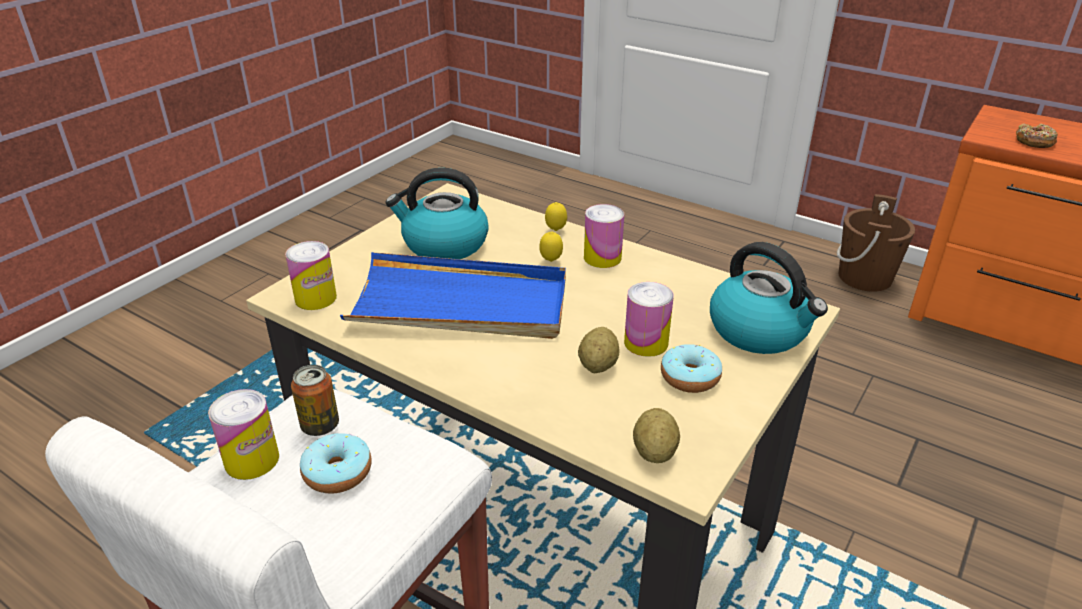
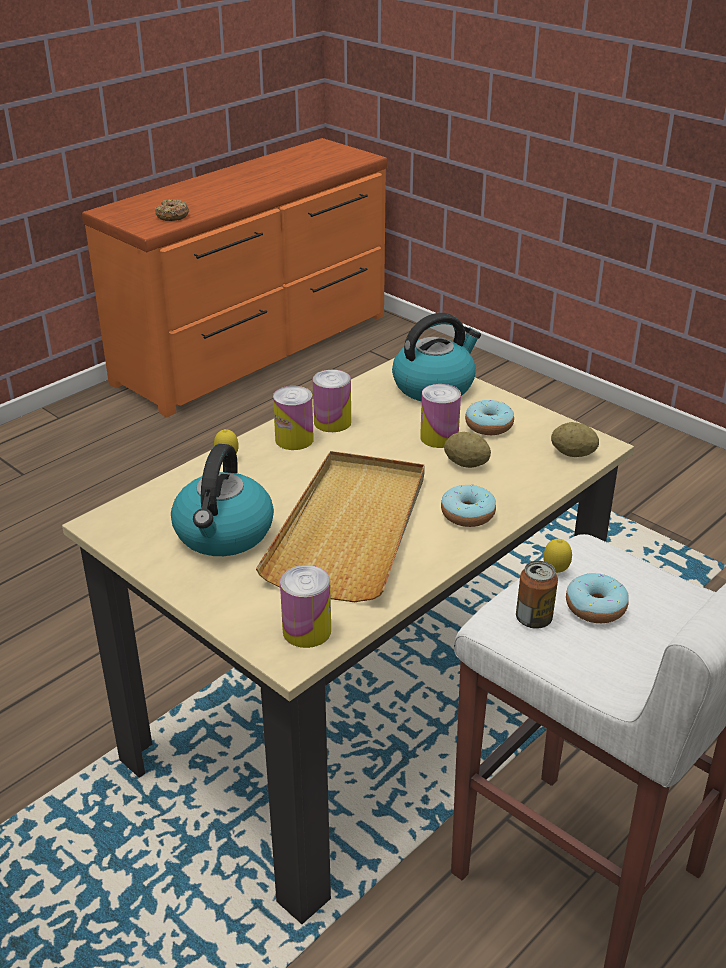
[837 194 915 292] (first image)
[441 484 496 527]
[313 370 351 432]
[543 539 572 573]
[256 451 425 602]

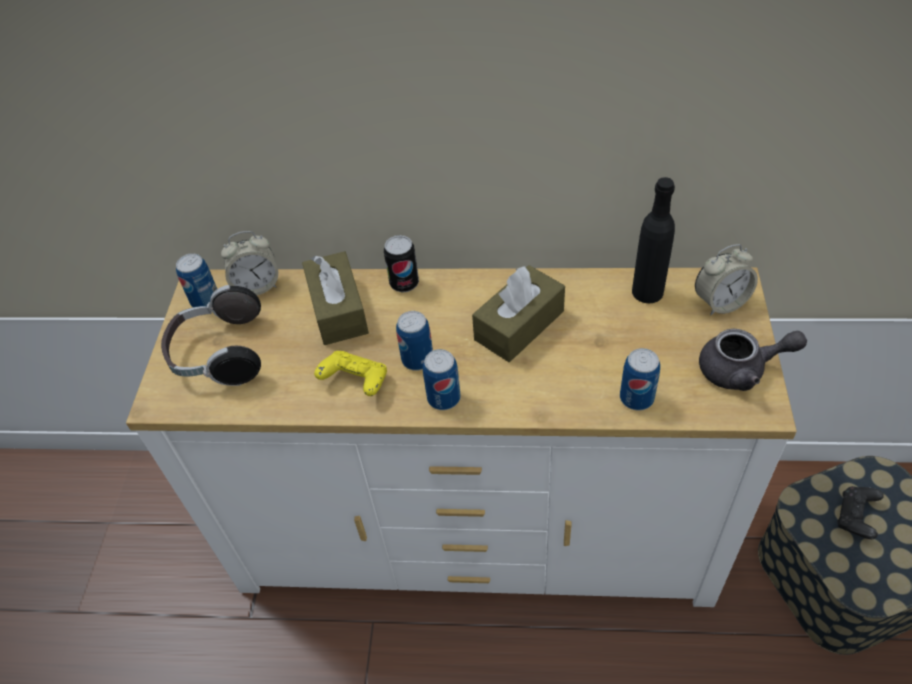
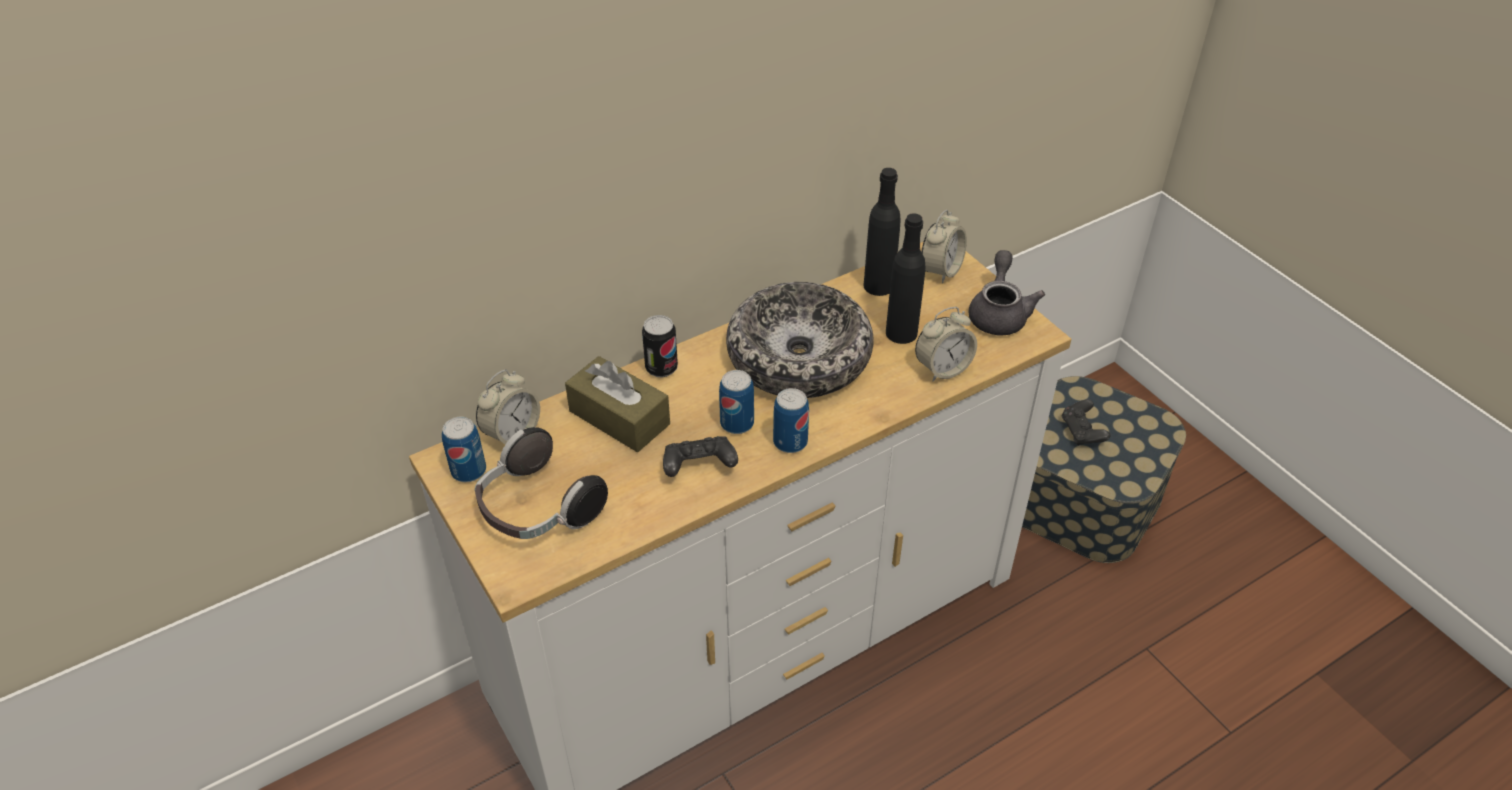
[886 213 925 344]
[726 282 874 398]
[915 307 977 381]
[663 436 738 477]
[969 250 1045 335]

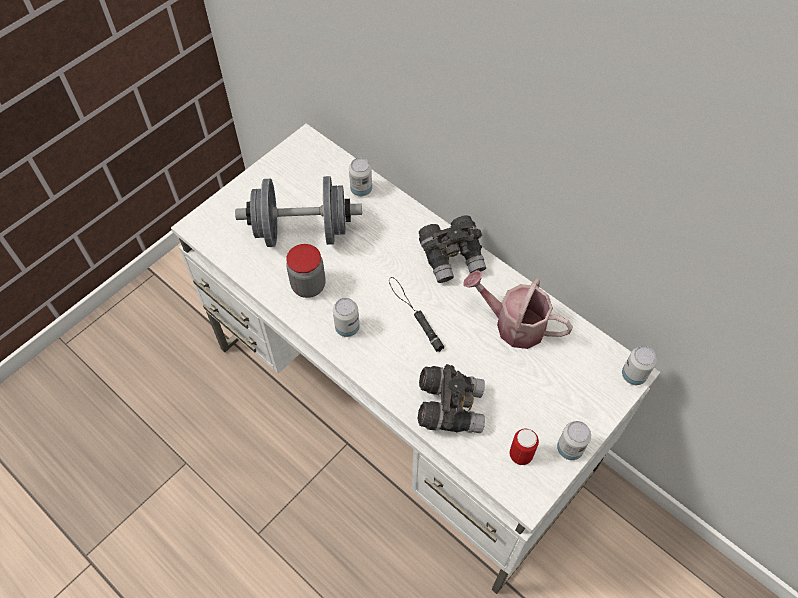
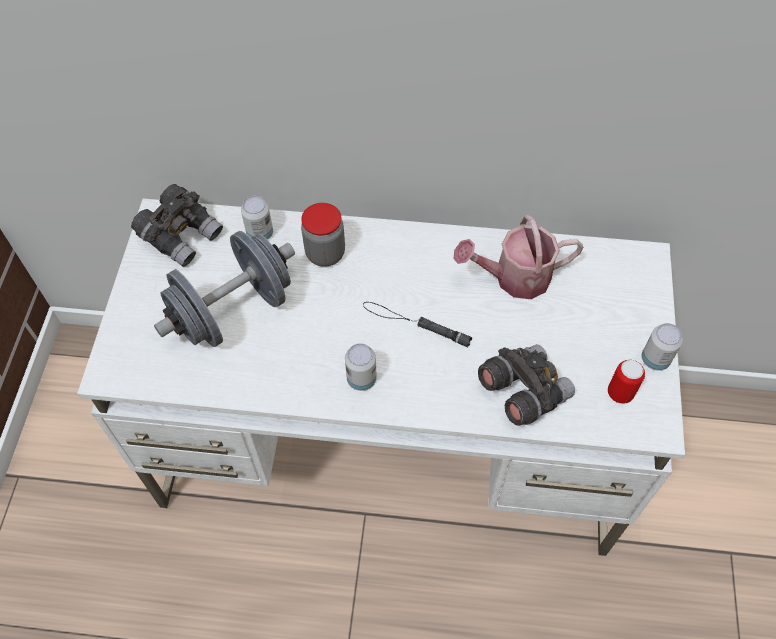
[622 346 657 385] (first image)
[301 203 345 267]
[131 184 223 267]

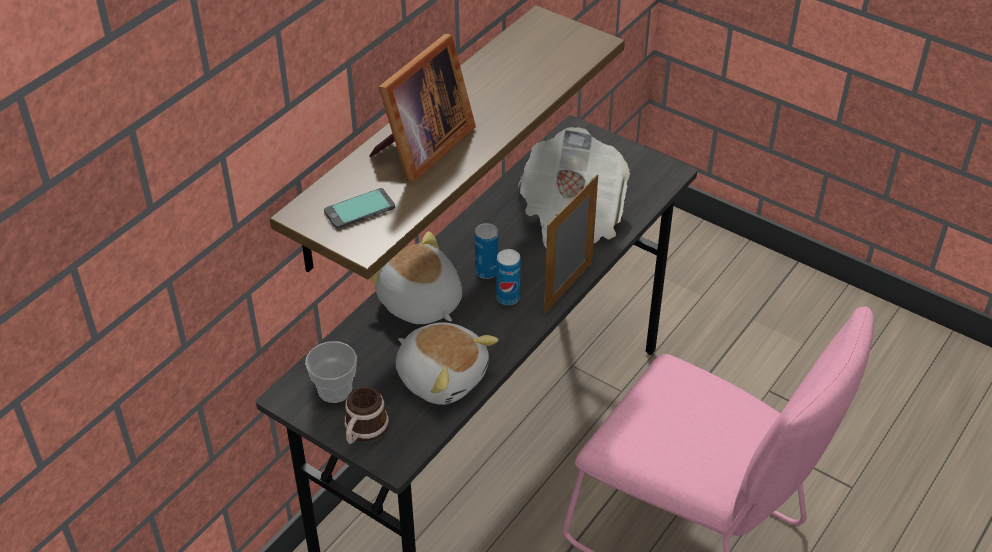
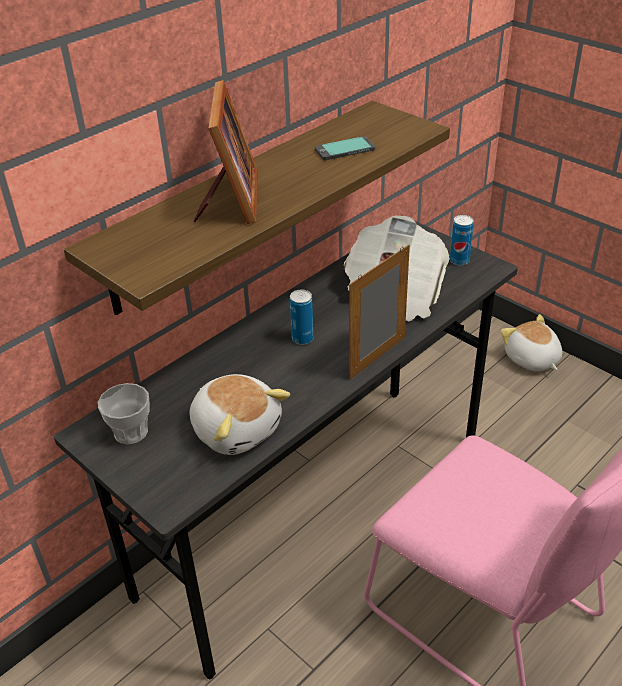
[344 387 389 444] (first image)
[315 136 375 160]
[501 314 562 371]
[450 215 474 266]
[194 80 258 224]

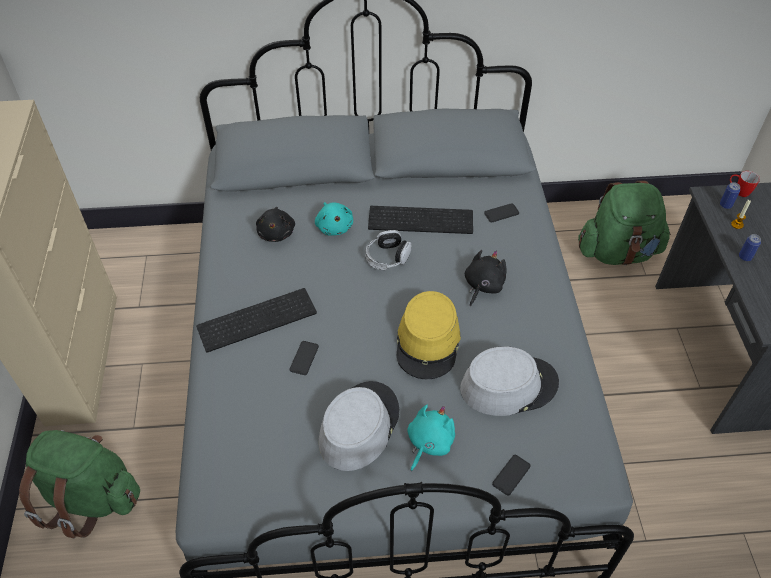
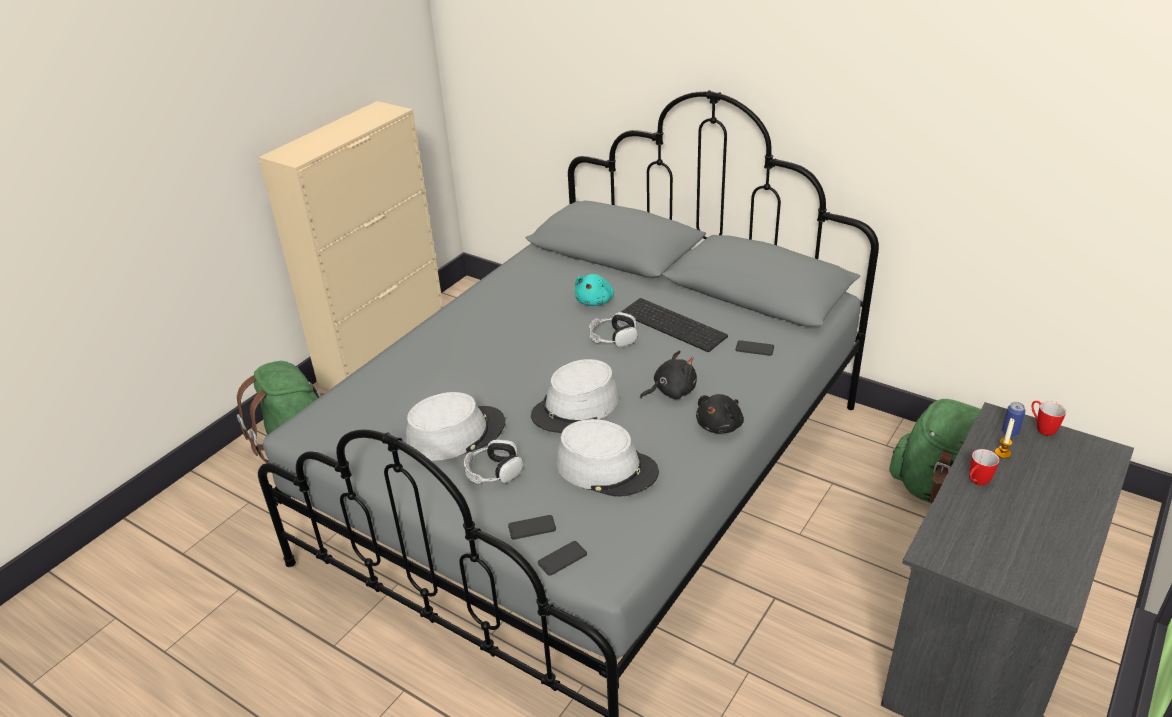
[196 288 317 353] (first image)
[696 394 744 434]
[538 541 587 576]
[464 439 523 484]
[969 449 1000 486]
[531 359 619 433]

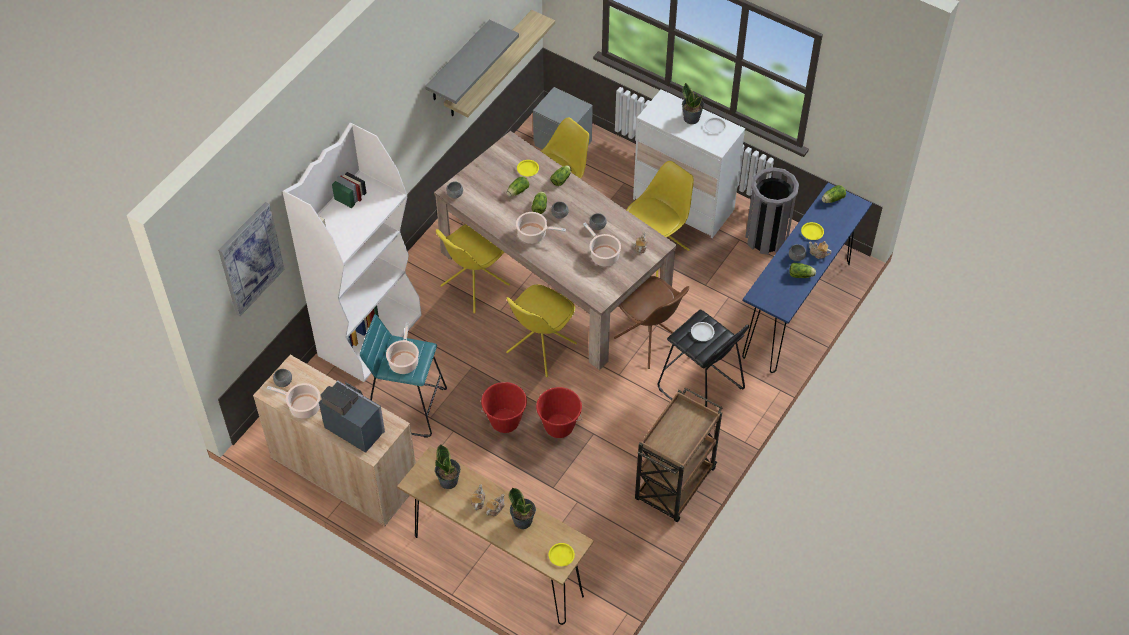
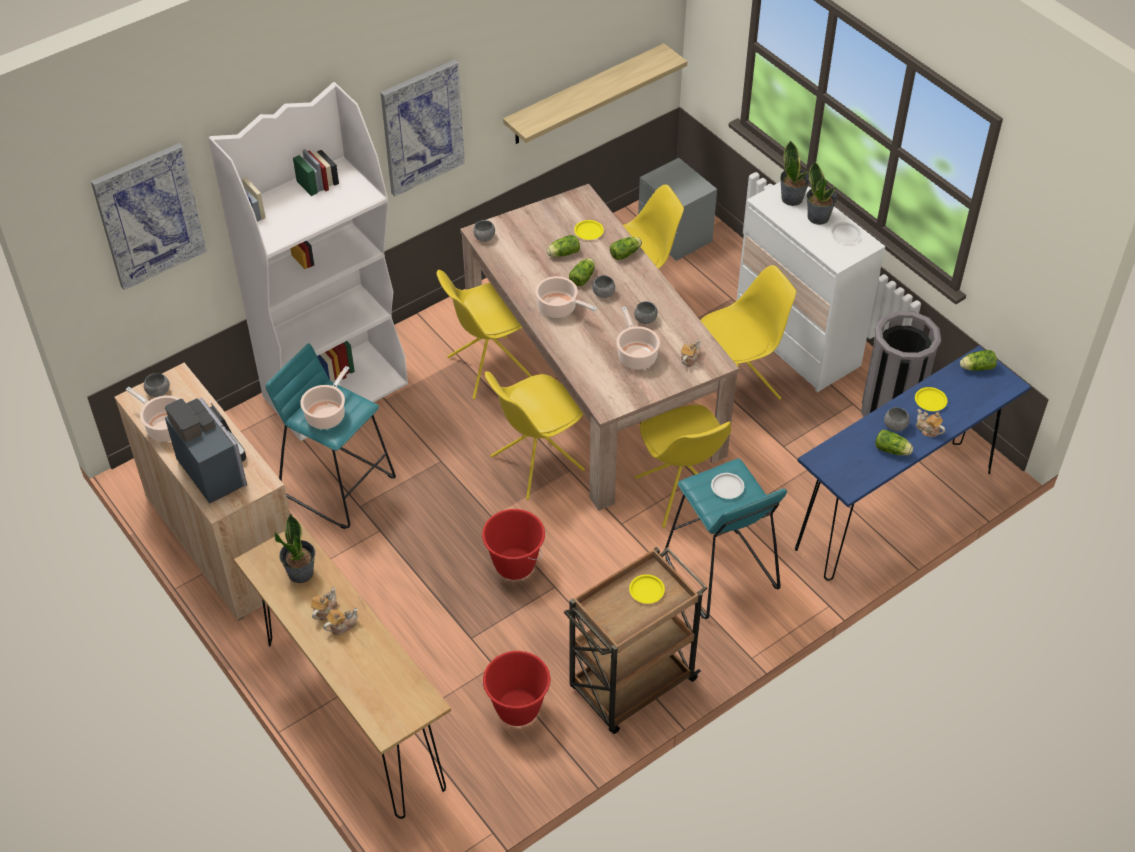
[425 19 519 104] (first image)
[380 59 465 197]
[481 651 551 726]
[780 140 810 206]
[629 574 665 604]
[635 405 731 528]
[665 459 787 619]

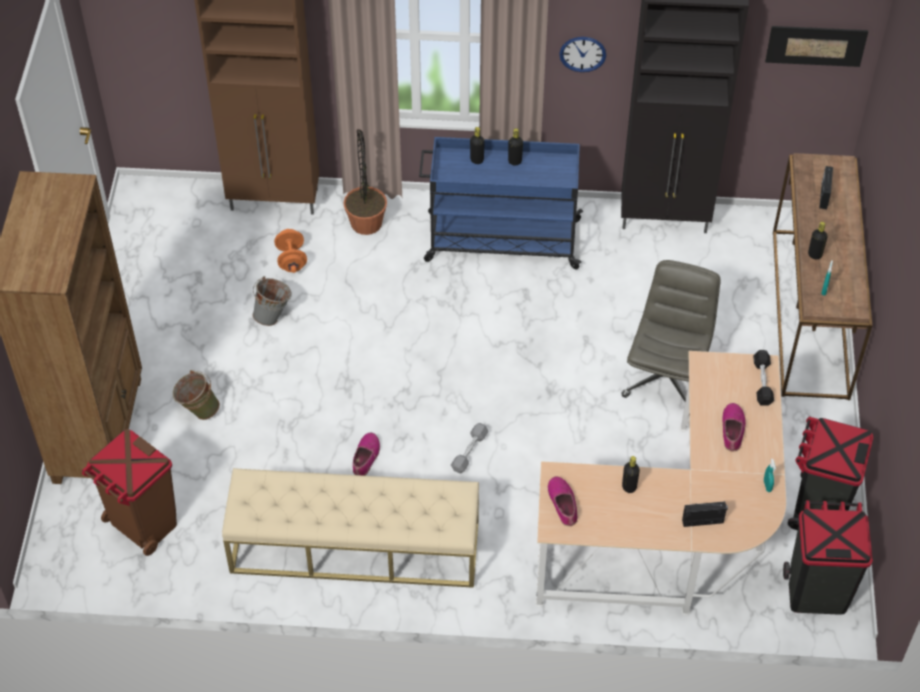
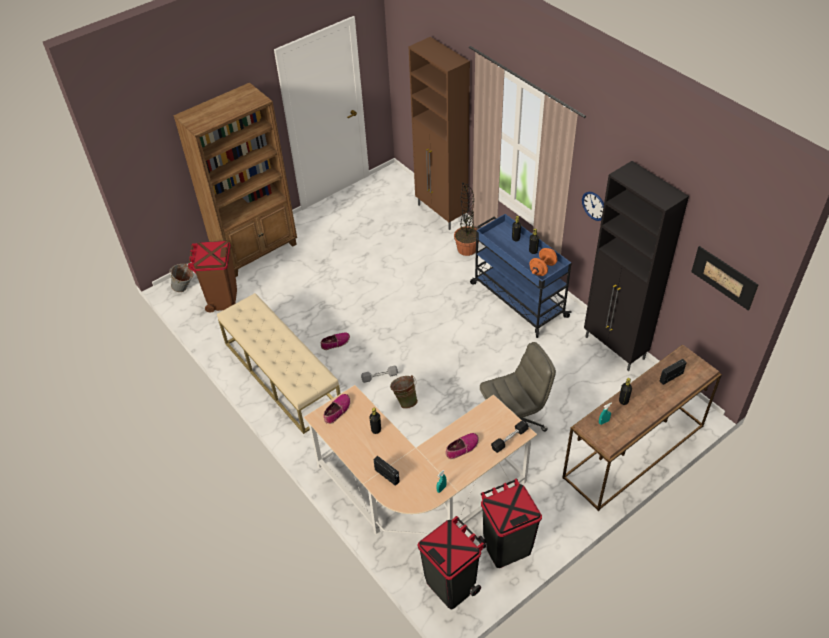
[390 375 418 409]
[169 264 194 292]
[529 248 558 276]

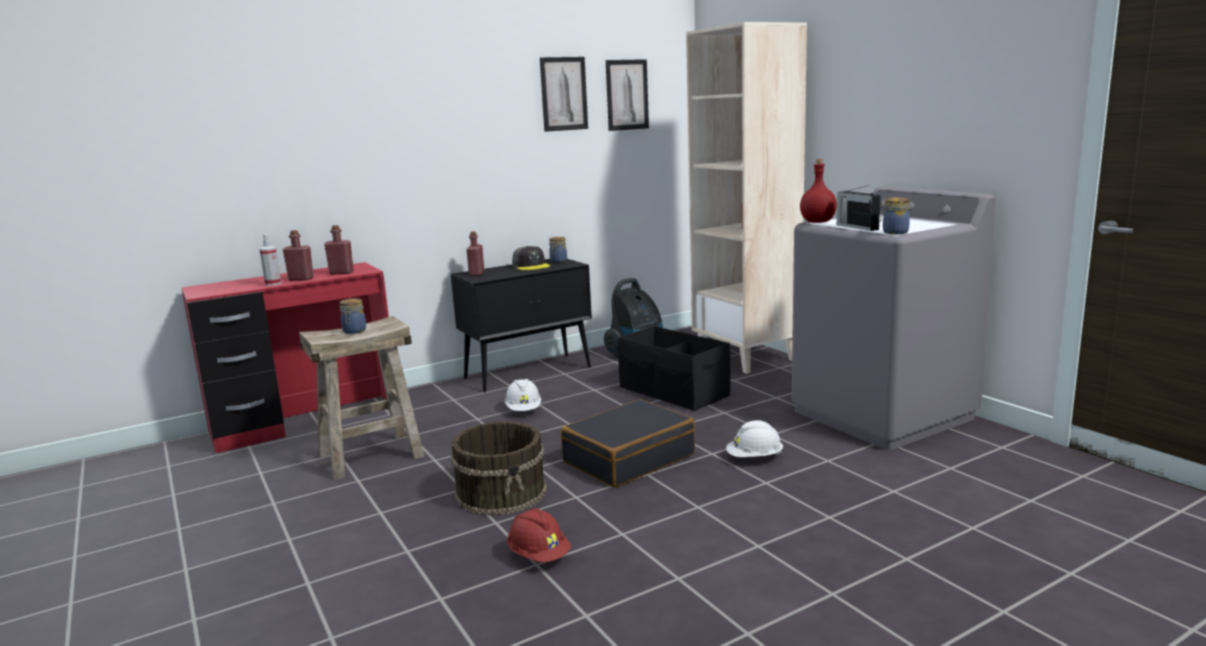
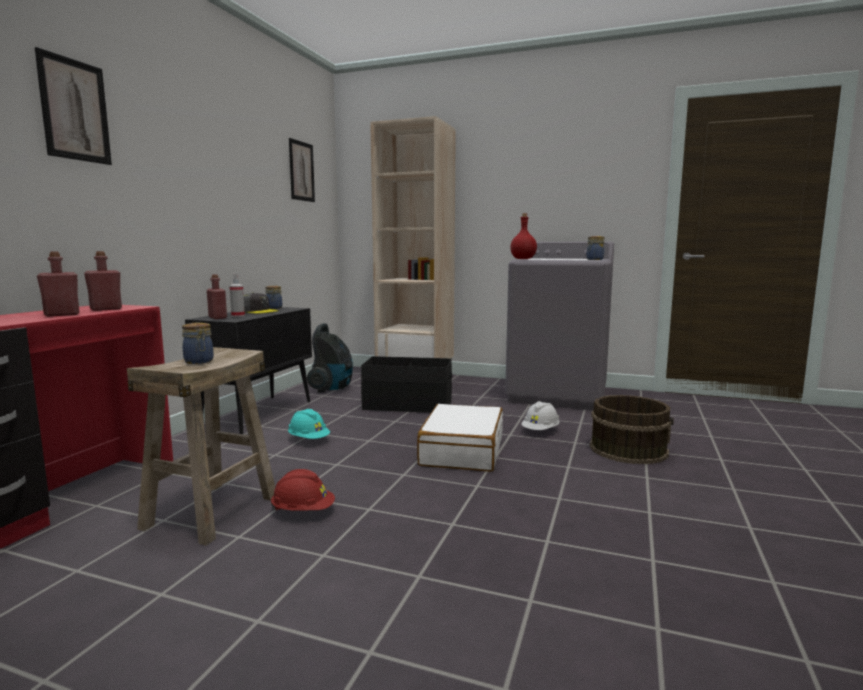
[837 185 881 231] (first image)
[229 274 245 317]
[590 395 674 464]
[270 469 335 511]
[34 47 112 165]
[288 409 330 439]
[417 404 503 472]

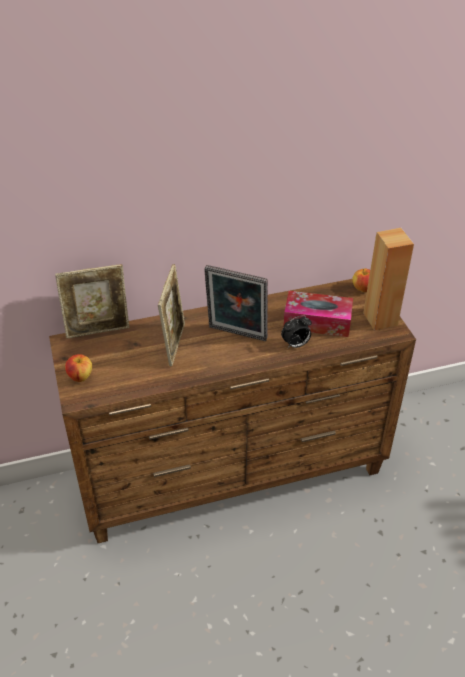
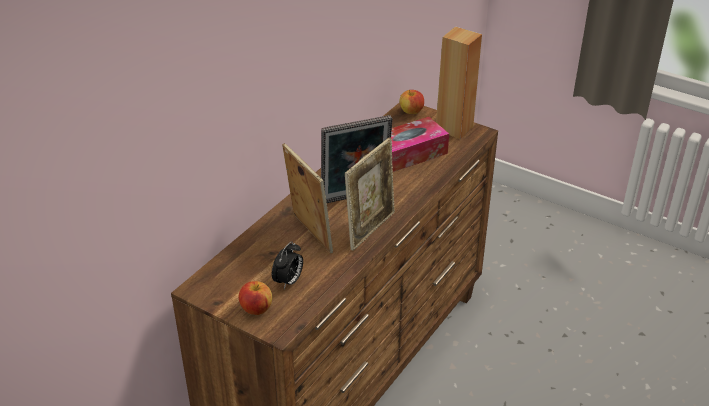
[345 138 395 251]
[272 241 303 289]

